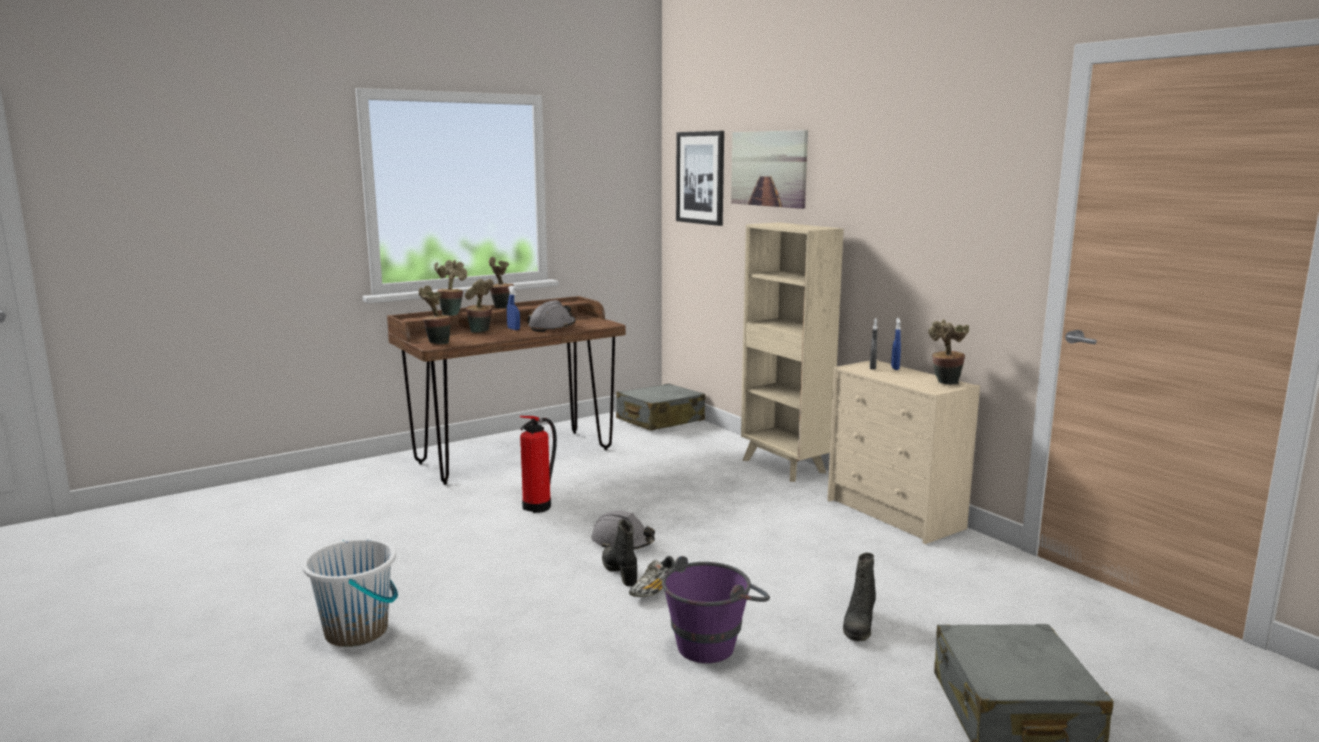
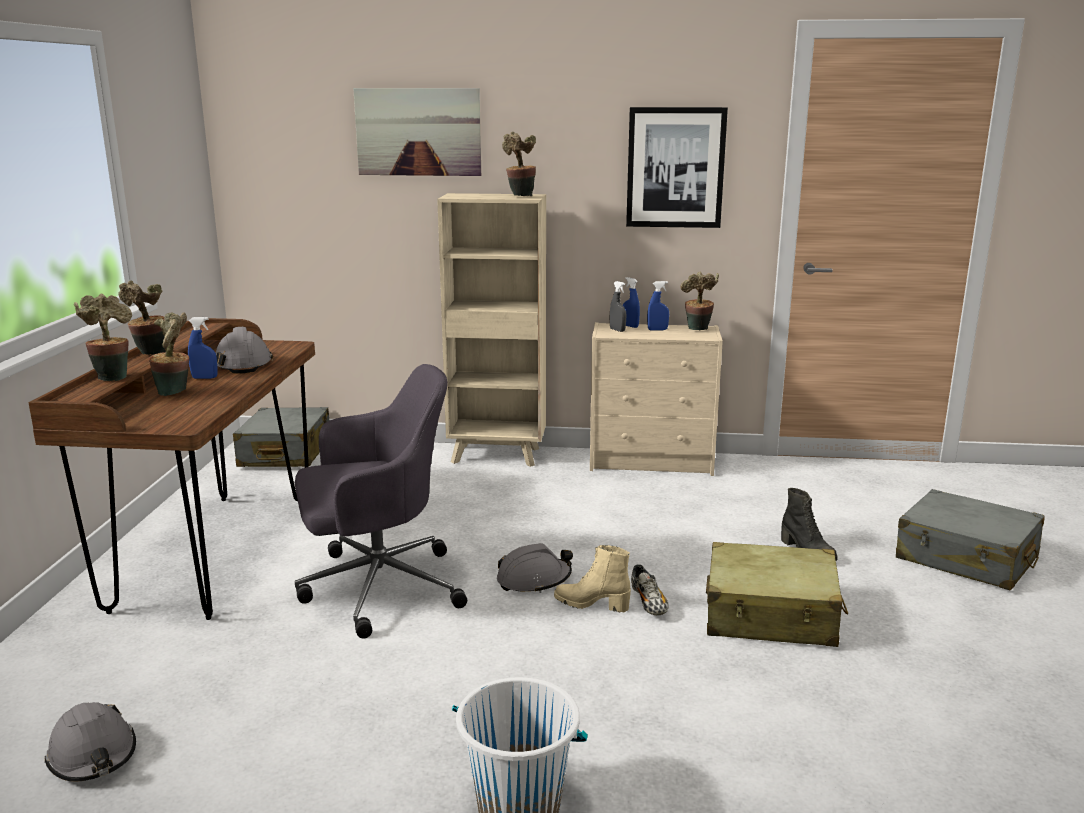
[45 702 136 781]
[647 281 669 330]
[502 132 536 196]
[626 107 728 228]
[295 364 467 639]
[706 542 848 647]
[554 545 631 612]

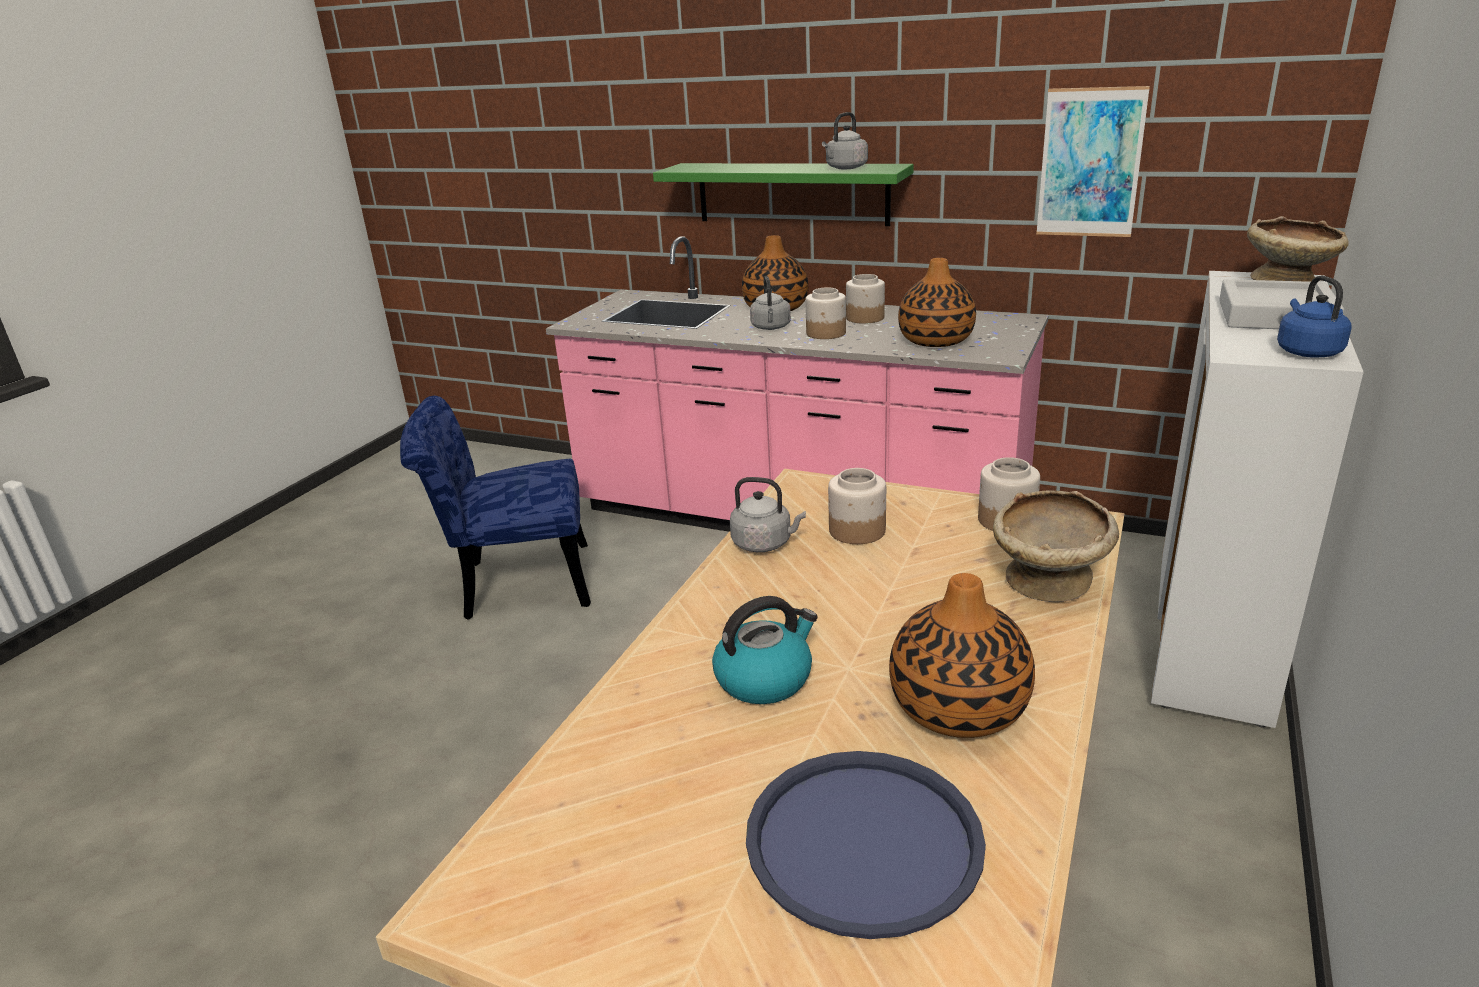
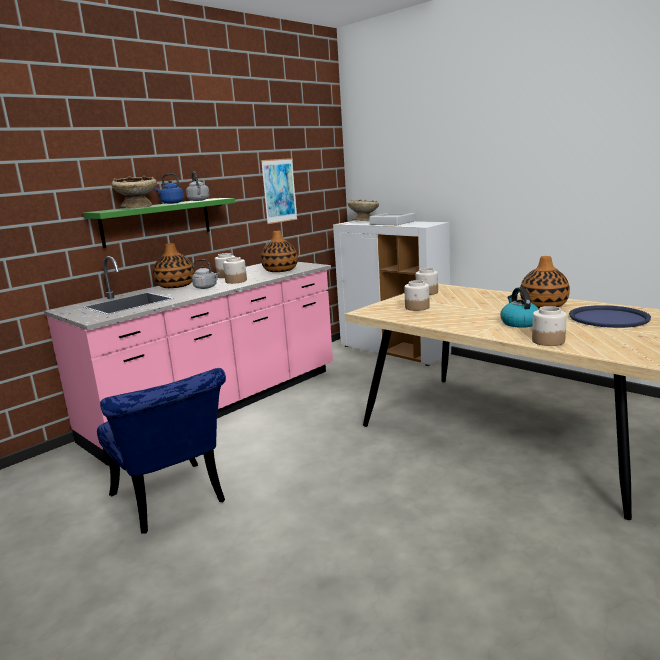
[730 477 806 552] (first image)
[532 306 567 346]
[111 176 157 208]
[155 173 184 204]
[97 368 226 534]

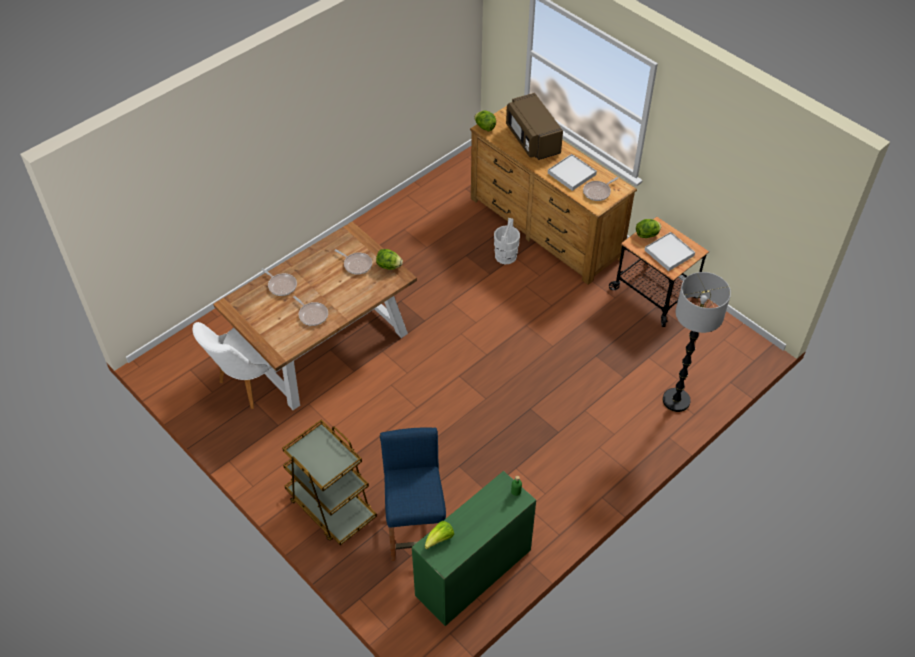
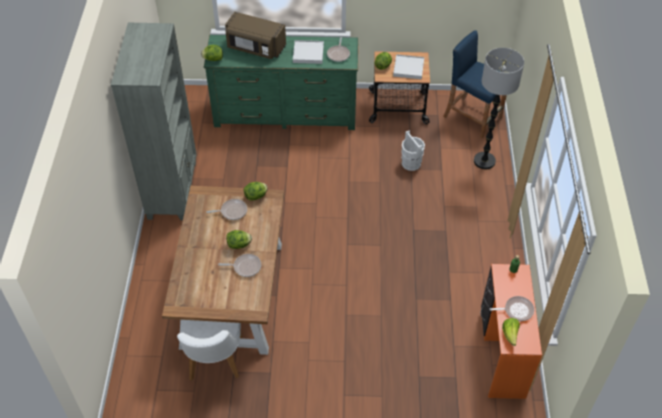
[282 420 377 546] (first image)
[111 23 197 220]
[226 230 252 249]
[490 296 534 321]
[443 30 507 138]
[401 130 425 171]
[480 264 542 399]
[204 35 359 130]

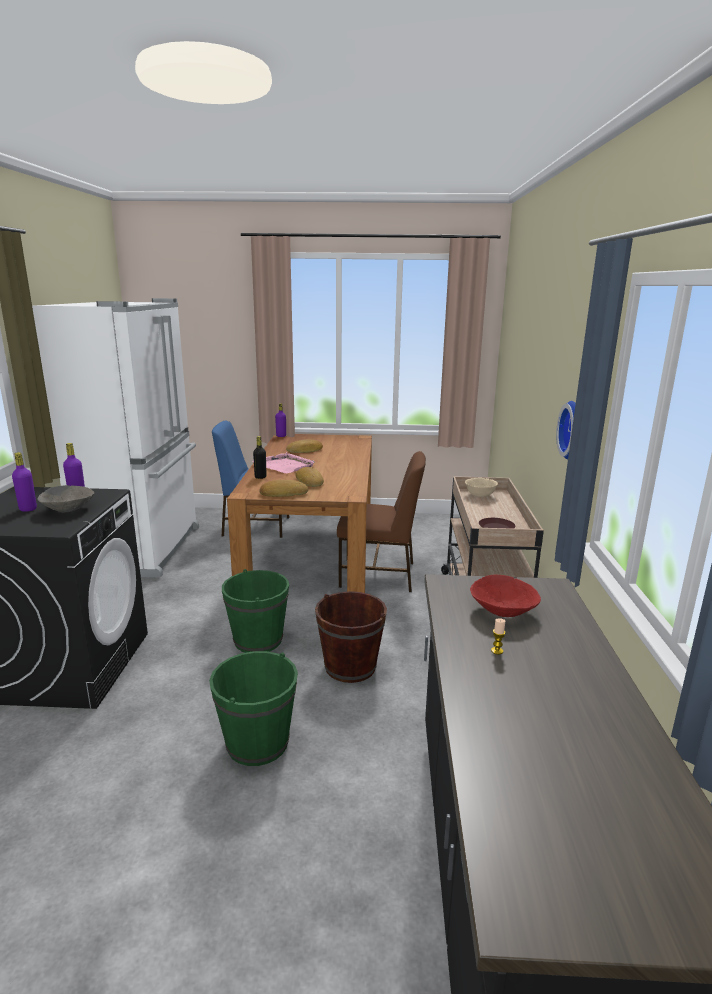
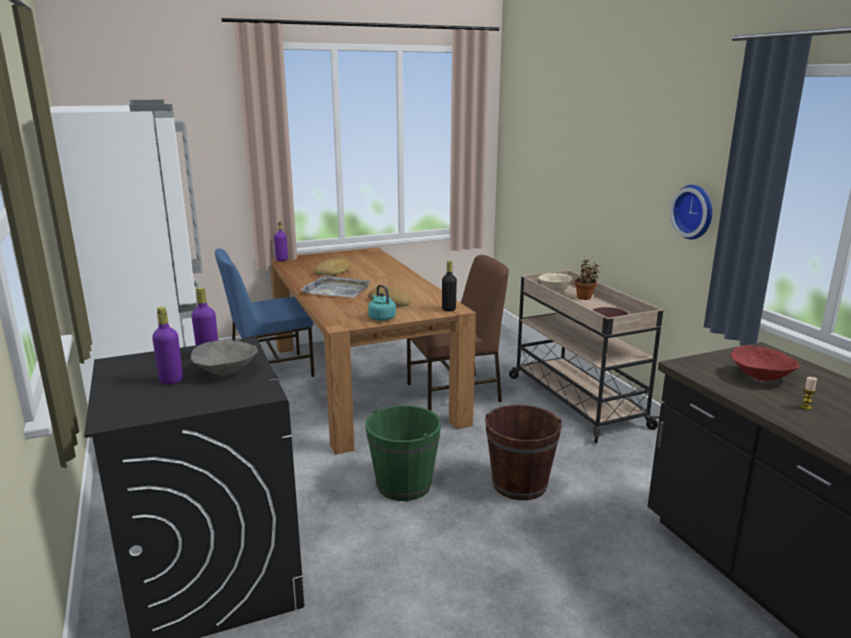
[209 651 298 766] (first image)
[575 259 600 300]
[442 261 457 311]
[368 285 396 321]
[301 275 370 298]

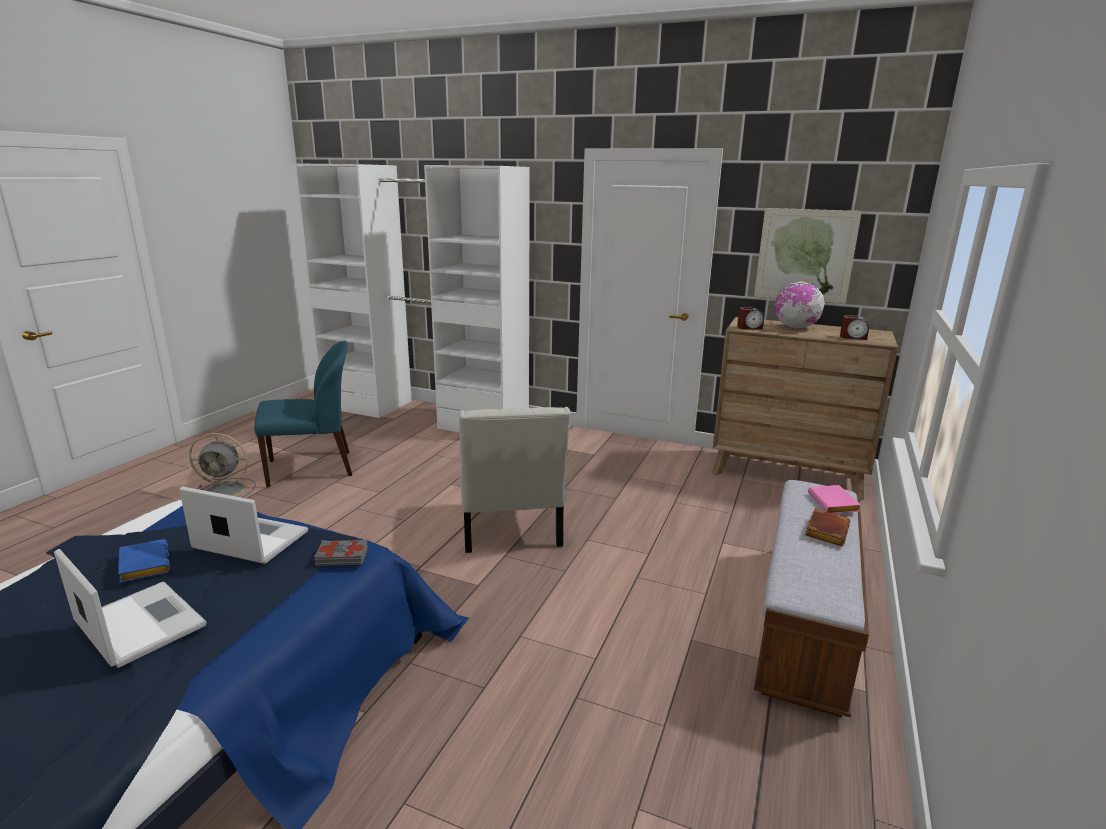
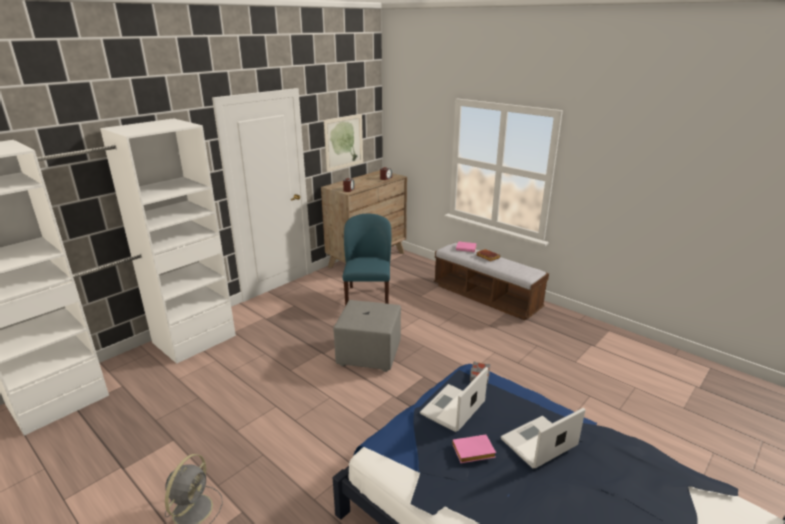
[775 281 825 329] (first image)
[342 214 391 306]
[333 300 401 372]
[452 434 496 463]

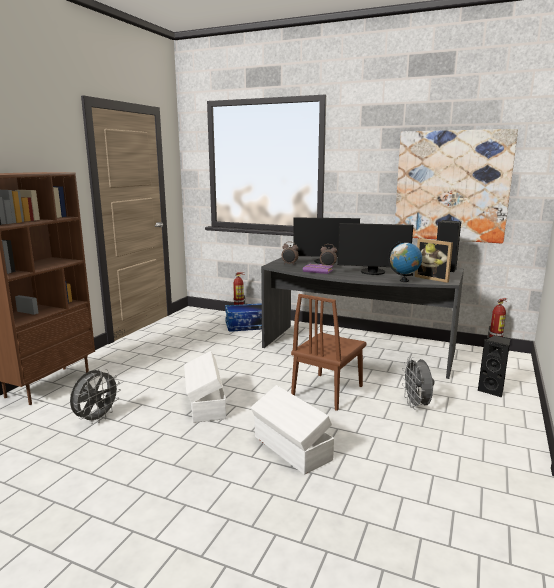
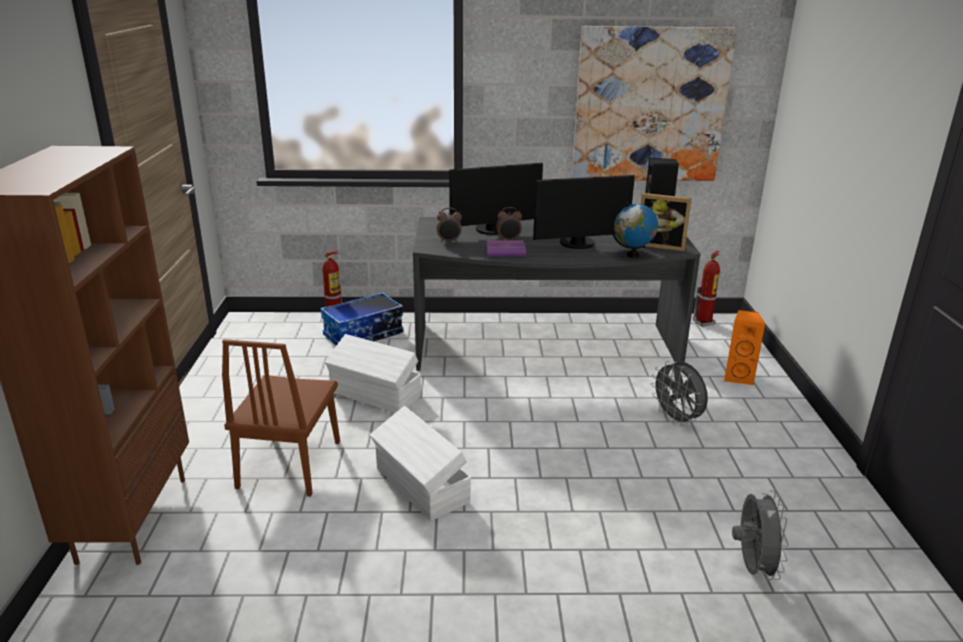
[732 490 789 580]
[325 334 421 413]
[222 339 340 497]
[724 310 765 385]

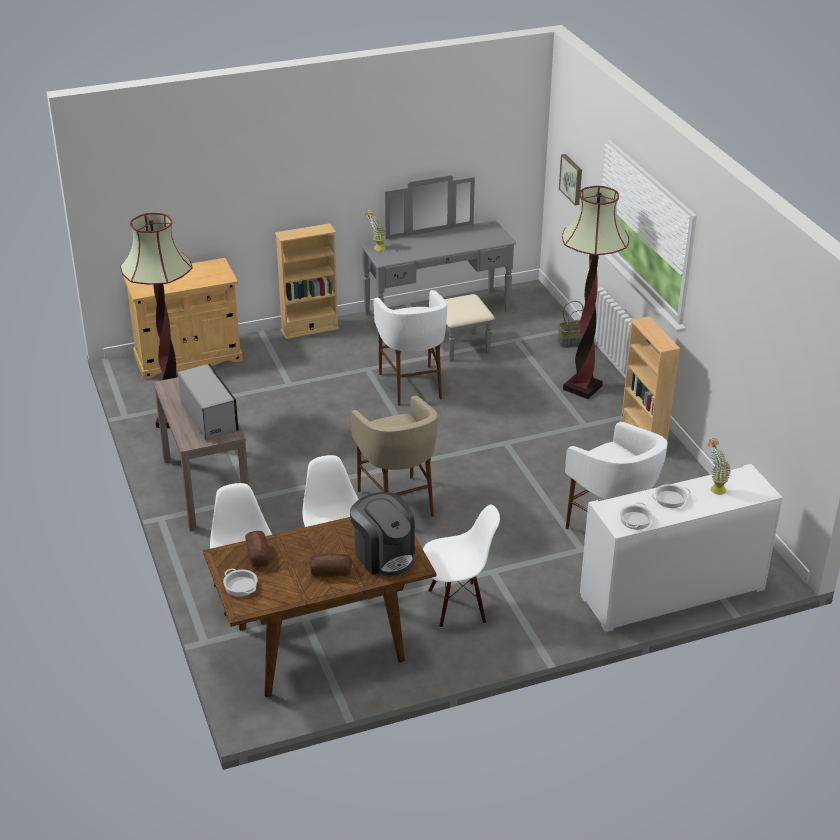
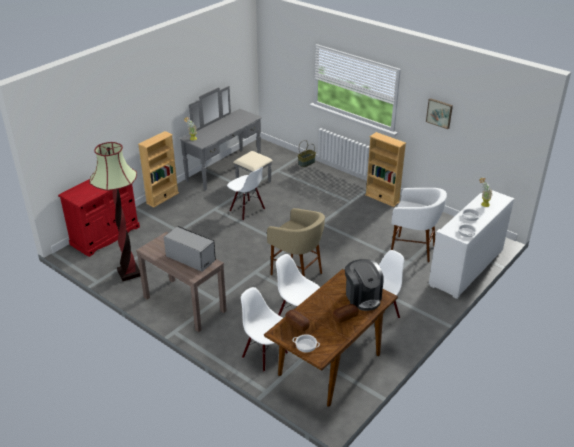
[562 186 629 399] (first image)
[426 98 453 129]
[227 167 265 221]
[58 179 140 257]
[345 259 384 311]

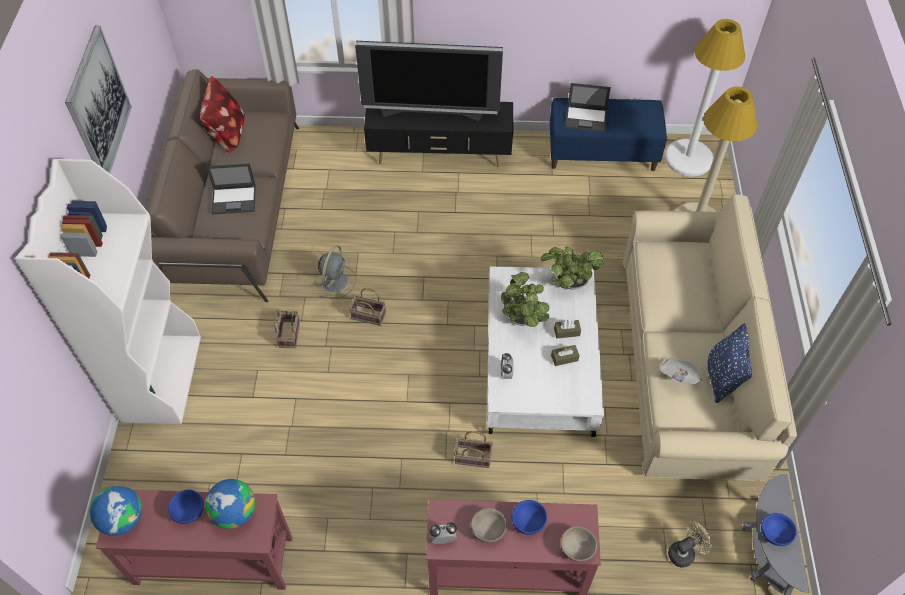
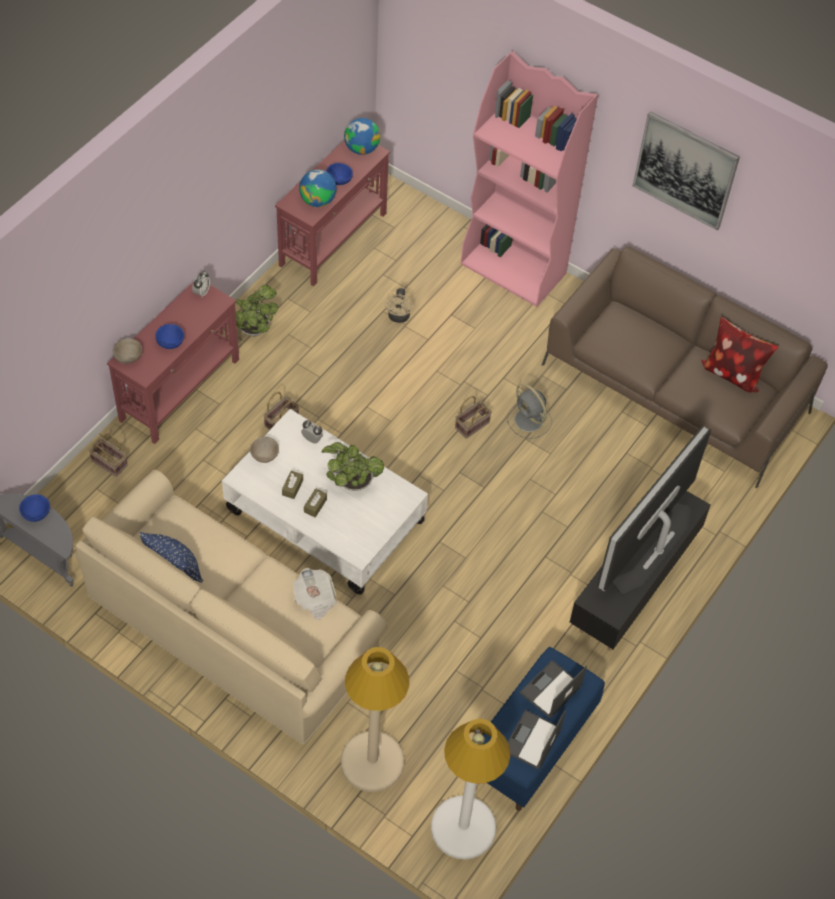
[508 709 566 770]
[89 433 128 477]
[250 437 279 463]
[236 285 278 337]
[293 568 337 620]
[385 288 413 323]
[461 51 598 307]

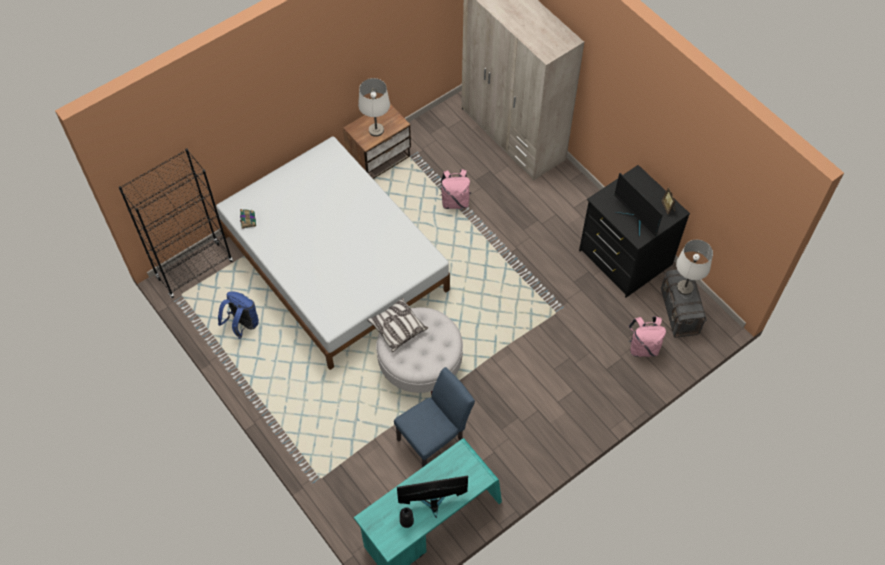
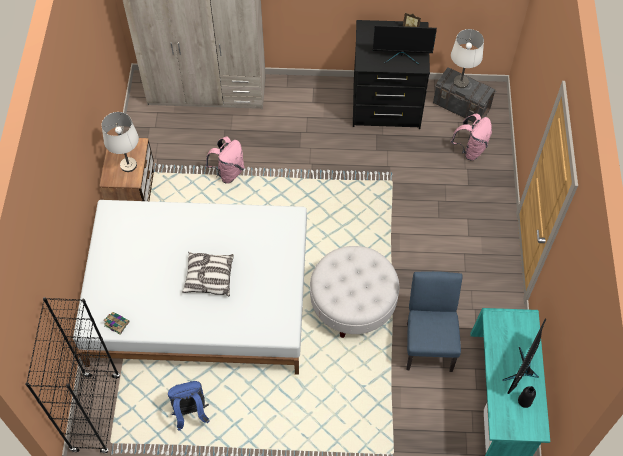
[182 252 234 296]

